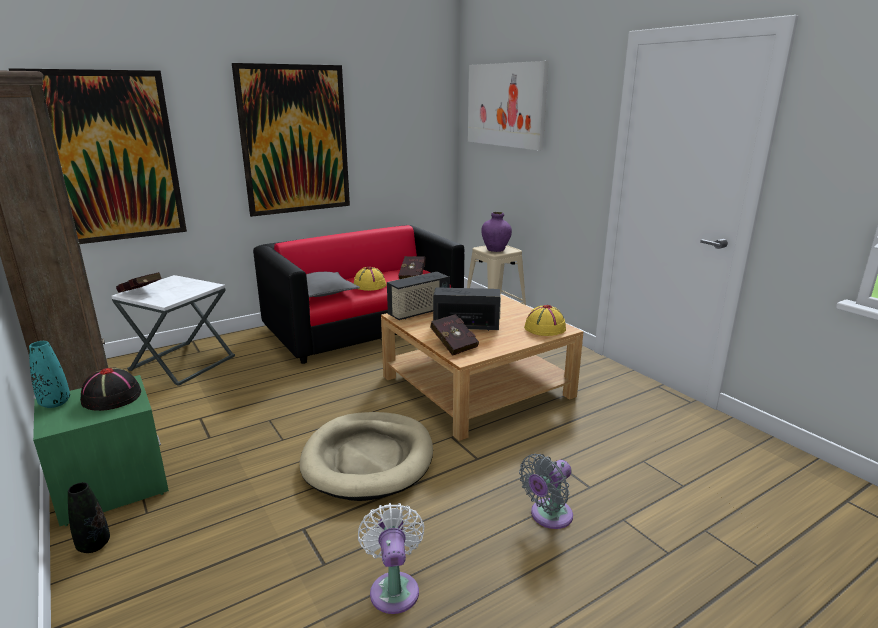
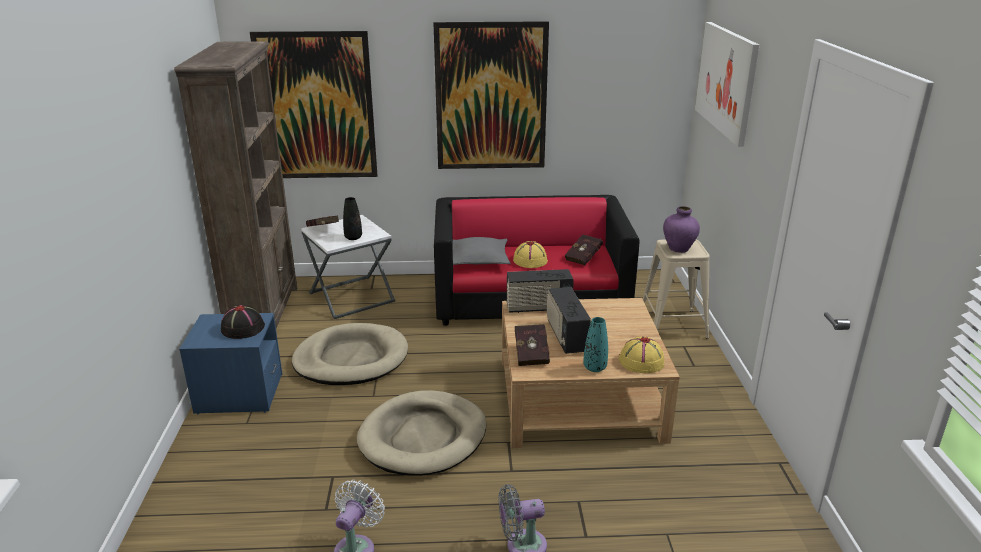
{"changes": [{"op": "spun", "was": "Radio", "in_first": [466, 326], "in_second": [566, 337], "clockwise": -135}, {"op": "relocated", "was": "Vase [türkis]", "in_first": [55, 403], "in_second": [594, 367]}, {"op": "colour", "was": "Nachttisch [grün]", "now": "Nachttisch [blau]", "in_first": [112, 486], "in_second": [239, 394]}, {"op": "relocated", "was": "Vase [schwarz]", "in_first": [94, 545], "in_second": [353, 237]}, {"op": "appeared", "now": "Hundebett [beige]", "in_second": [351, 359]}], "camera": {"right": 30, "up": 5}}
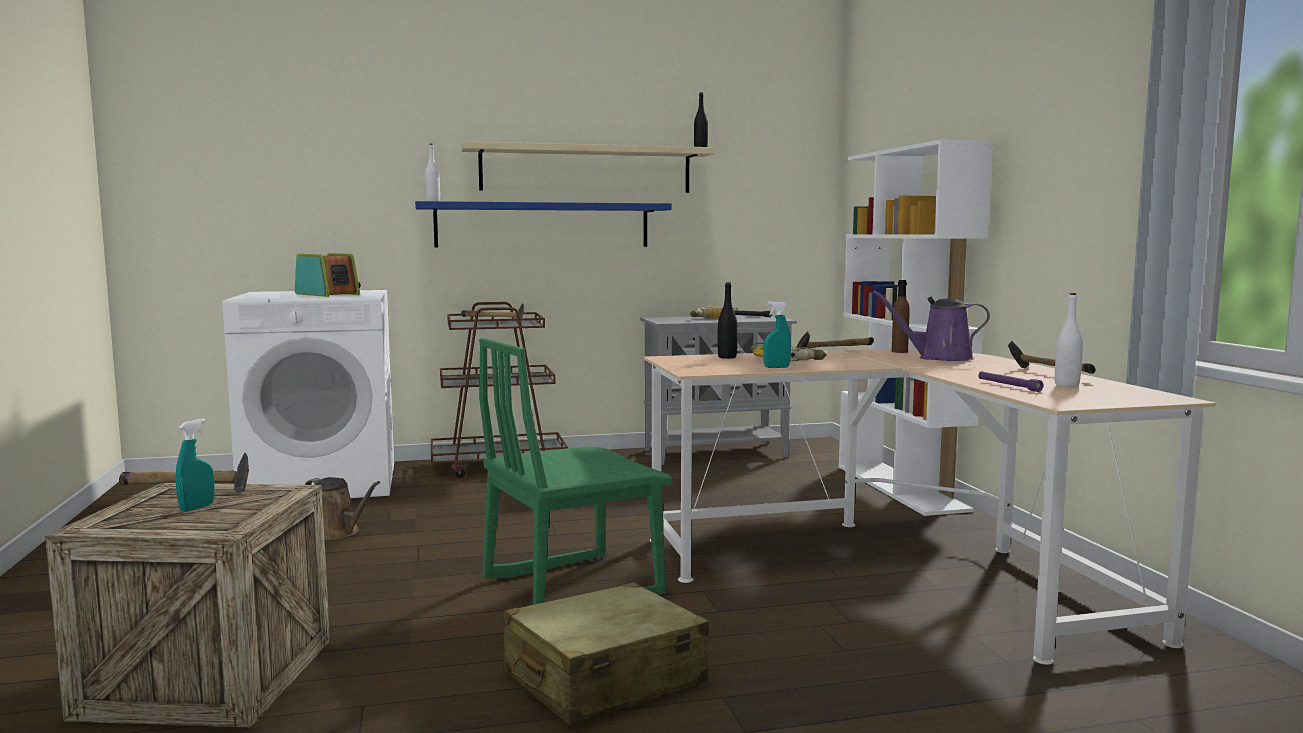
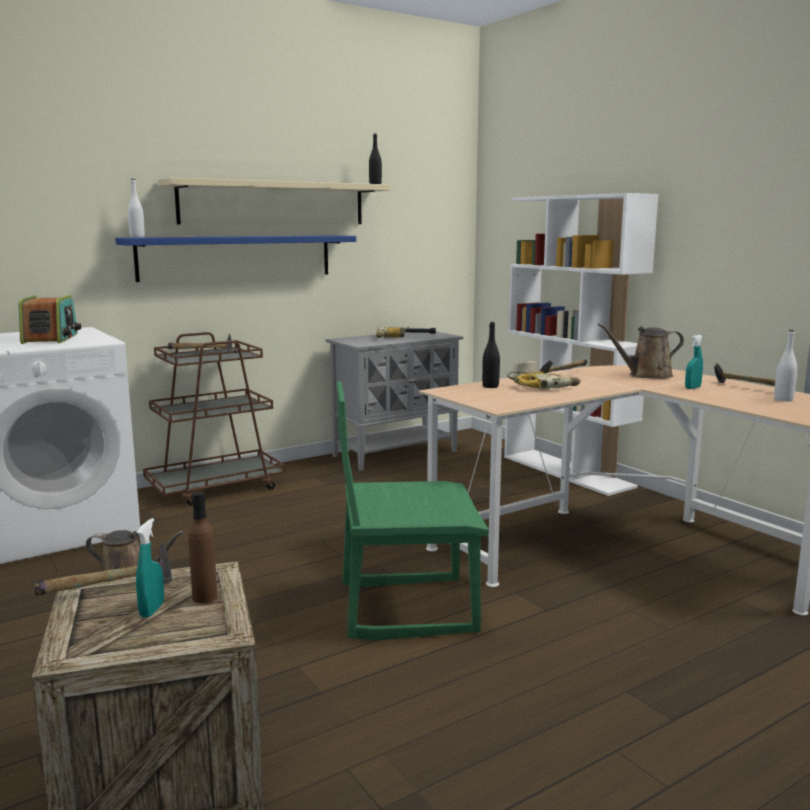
{"changes": [{"op": "spun", "was": "Radio", "in_first": [327, 294], "in_second": [51, 339], "clockwise": 60}, {"op": "relocated", "was": "Flasche [braun]", "in_first": [899, 351], "in_second": [204, 597]}, {"op": "colour", "was": "Gießkanne [lila]", "now": "Gießkanne [braun]", "in_first": [939, 358], "in_second": [646, 375]}, {"op": "relocated", "was": "Sprühflasche [türkis]", "in_first": [776, 367], "in_second": [692, 388]}, {"op": "spun", "was": "Stuhl [grün]", "in_first": [571, 587], "in_second": [407, 607], "clockwise": 45}, {"op": "missing", "was": "Taschenlampe [lila]", "in_first": [1008, 386]}, {"op": "missing", "was": "Koffer [beige]", "in_first": [603, 679]}], "camera": {"right": -20, "up": 5}}
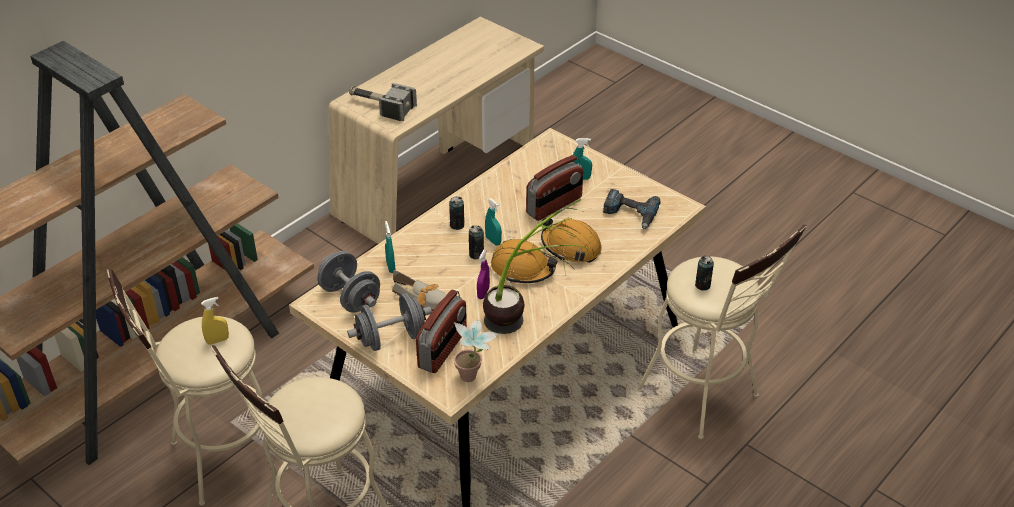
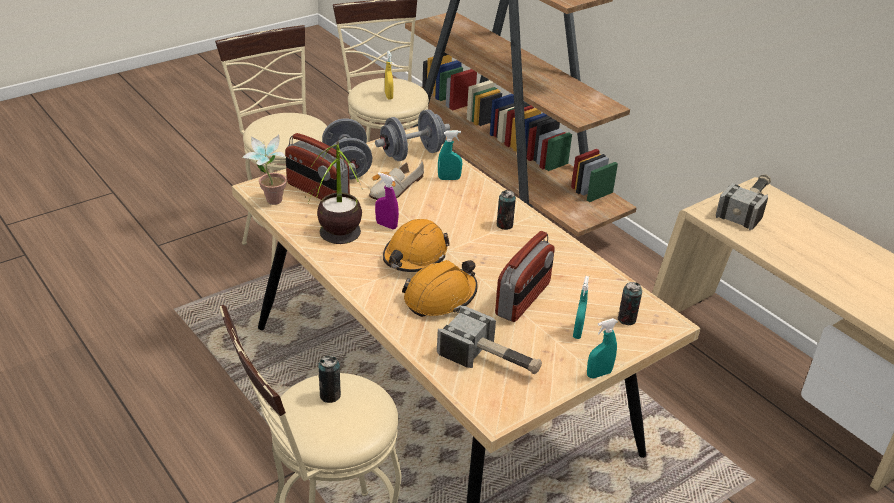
{"changes": [{"op": "spun", "was": "Radio", "in_first": [554, 206], "in_second": [523, 299], "clockwise": -120}, {"op": "exchanged", "was": "Bohrmaschine", "now": "Hammer", "in_first": [630, 214], "in_second": [491, 360]}, {"op": "relocated", "was": "Sprühflasche [türkis]", "in_first": [493, 241], "in_second": [599, 374]}, {"op": "relocated", "was": "Dose", "in_first": [476, 254], "in_second": [626, 319]}], "camera": {"right": 100, "up": -5}}
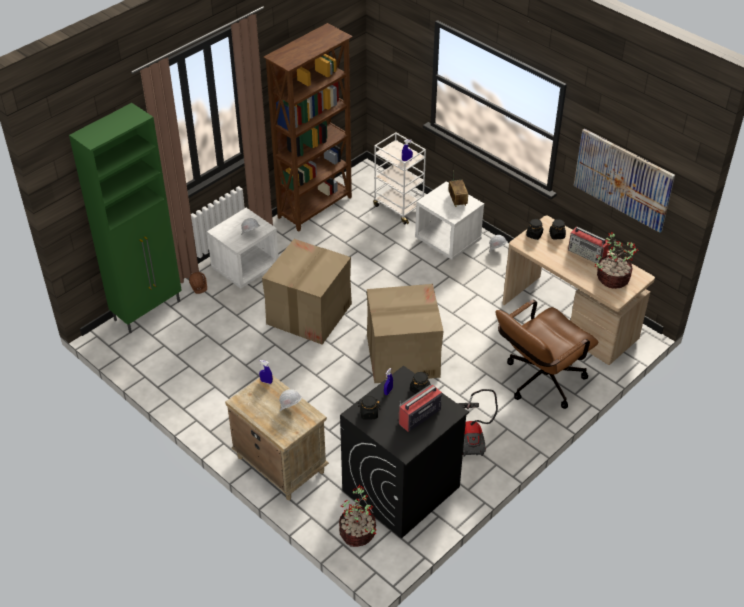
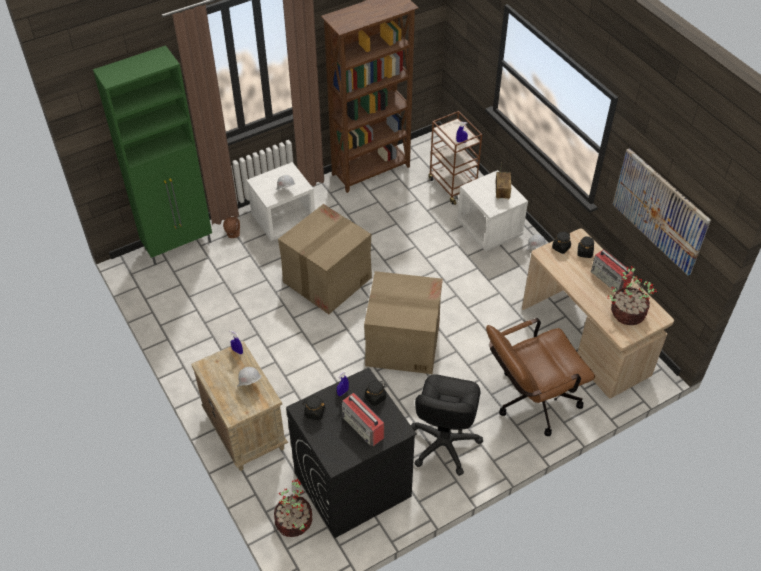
{"changes": [{"op": "colour", "was": "Rollwagen [weiß]", "now": "Rollwagen [braun]", "in_first": [399, 207], "in_second": [452, 185]}, {"op": "spun", "was": "Radio", "in_first": [419, 416], "in_second": [363, 427], "clockwise": -105}, {"op": "exchanged", "was": "Staubsauger", "now": "Bürostuhl [schwarz]", "in_first": [473, 435], "in_second": [444, 444]}], "camera": {"right": 15, "up": 5}}
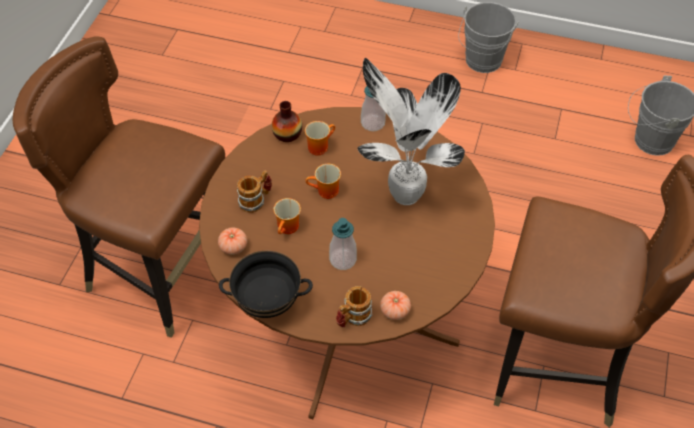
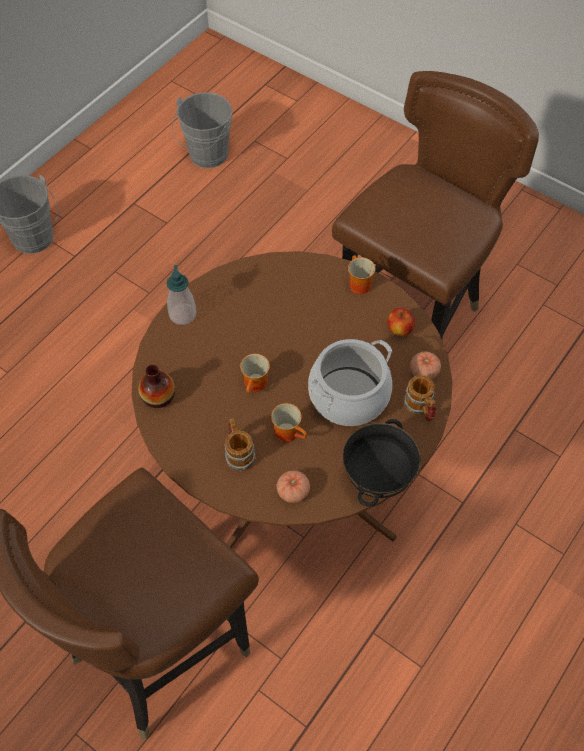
{"changes": [{"op": "missing", "was": "Topfpflanze", "in_first": [403, 194]}, {"op": "relocated", "was": "Henkelbecher", "in_first": [319, 146], "in_second": [357, 284]}, {"op": "exchanged", "was": "Seifenspender", "now": "Kochtopf", "in_first": [343, 259], "in_second": [348, 396]}, {"op": "appeared", "now": "Apfel", "in_second": [399, 330]}], "camera": {"right": -70, "up": 5}}
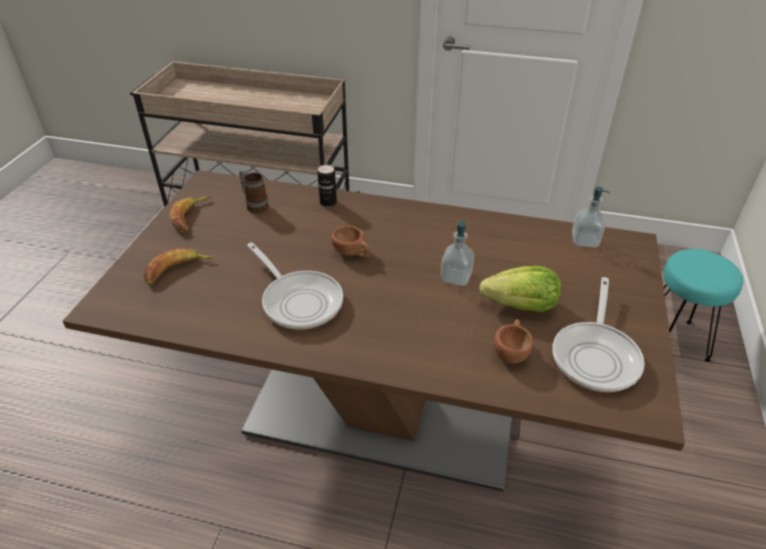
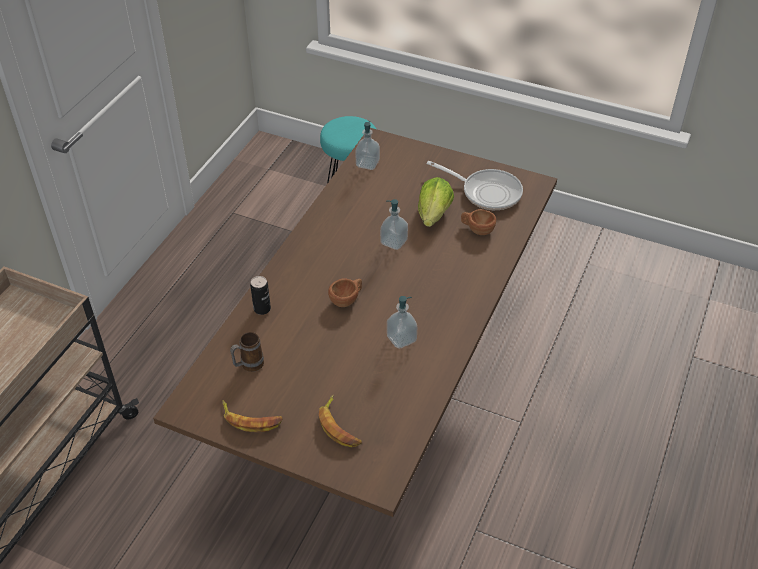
{"changes": [{"op": "exchanged", "was": "Pfanne", "now": "Seifenspender", "in_first": [299, 300], "in_second": [401, 339]}], "camera": {"right": -80, "up": 5}}
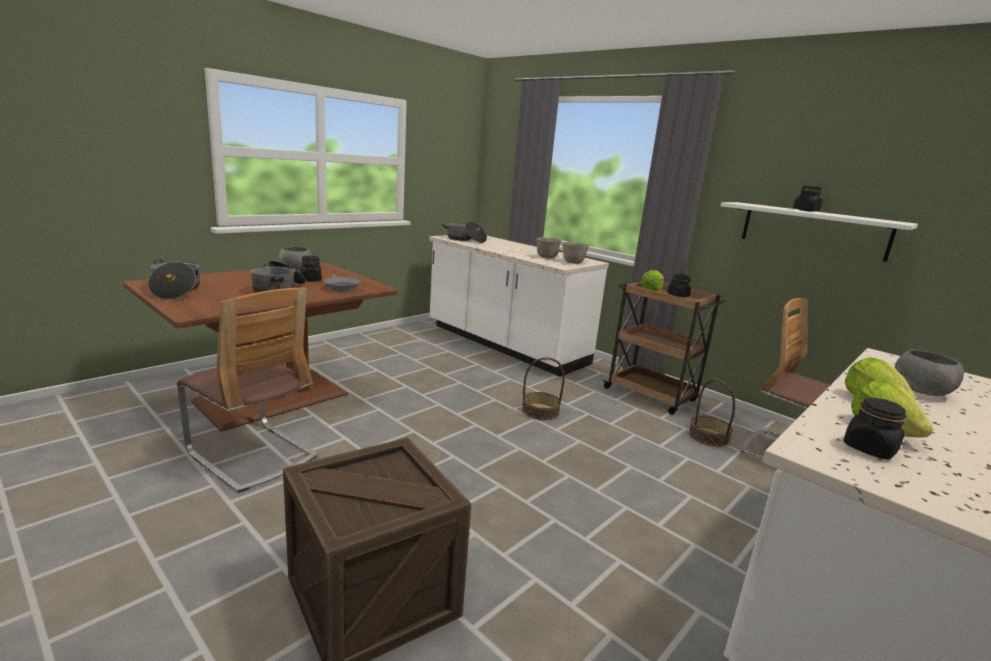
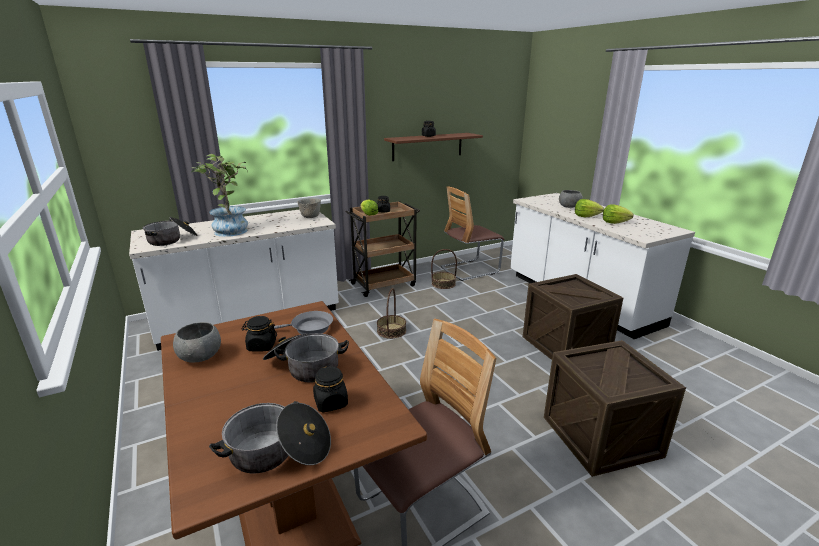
{"changes": [{"op": "colour", "was": "Wandregal [weiß]", "now": "Wandregal [braun]", "in_first": [813, 230], "in_second": [427, 146]}, {"op": "missing", "was": "Schüssel [grau]", "in_first": [547, 257]}, {"op": "relocated", "was": "Vorratsglas [schwarz]", "in_first": [869, 449], "in_second": [331, 403]}, {"op": "appeared", "now": "Topfpflanze", "in_second": [230, 230]}, {"op": "appeared", "now": "Kiste", "in_second": [565, 345]}], "camera": {"right": -70, "up": 5}}
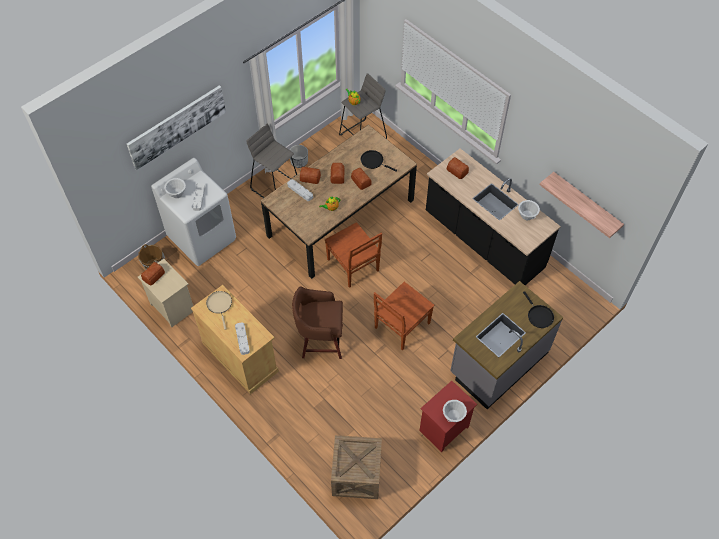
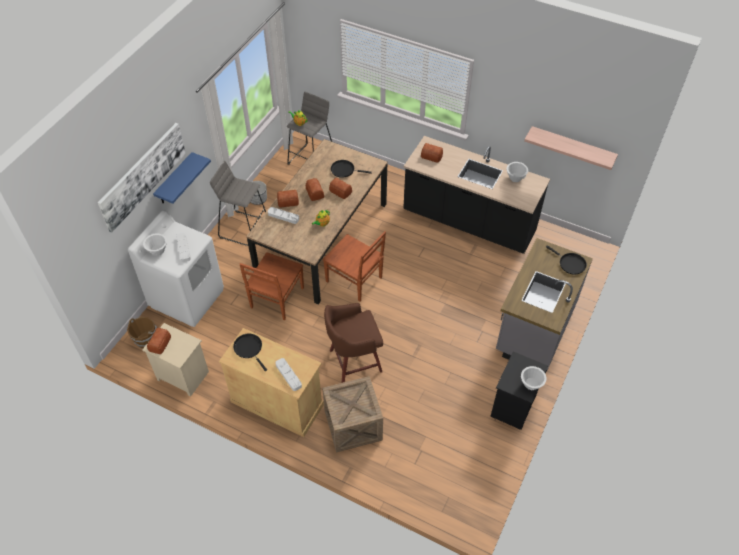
{"changes": [{"op": "relocated", "was": "Stuhl [braun]", "in_first": [401, 326], "in_second": [276, 299]}, {"op": "colour", "was": "Pfanne [beige]", "now": "Pfanne [schwarz]", "in_first": [220, 305], "in_second": [249, 349]}, {"op": "colour", "was": "Nachttisch [rot]", "now": "Nachttisch [schwarz]", "in_first": [444, 429], "in_second": [513, 407]}, {"op": "relocated", "was": "Kiste", "in_first": [356, 475], "in_second": [353, 425]}, {"op": "appeared", "now": "Wandregal [blau]", "in_second": [174, 179]}], "camera": {"right": -20, "up": -5}}
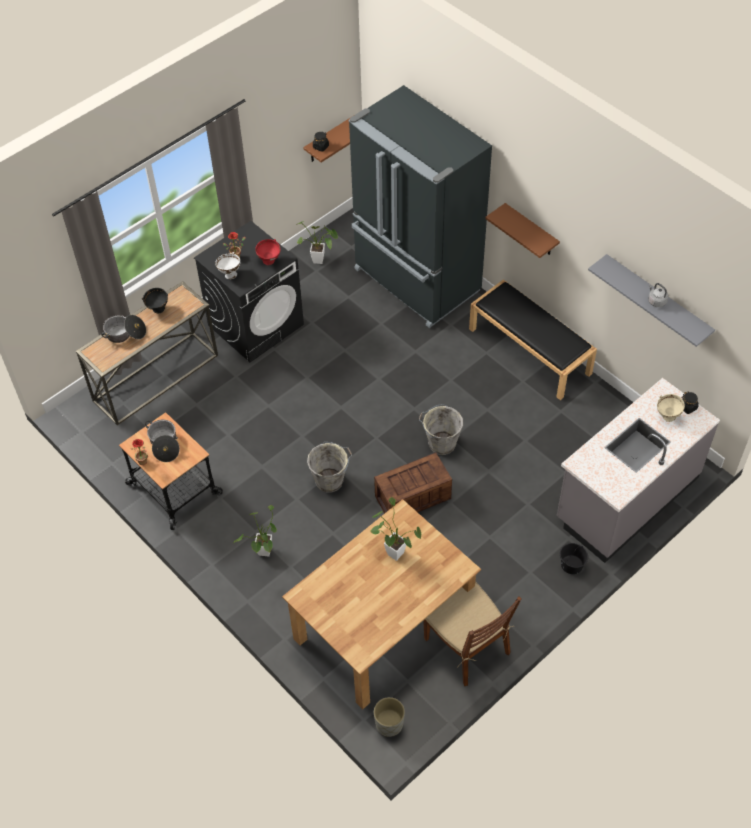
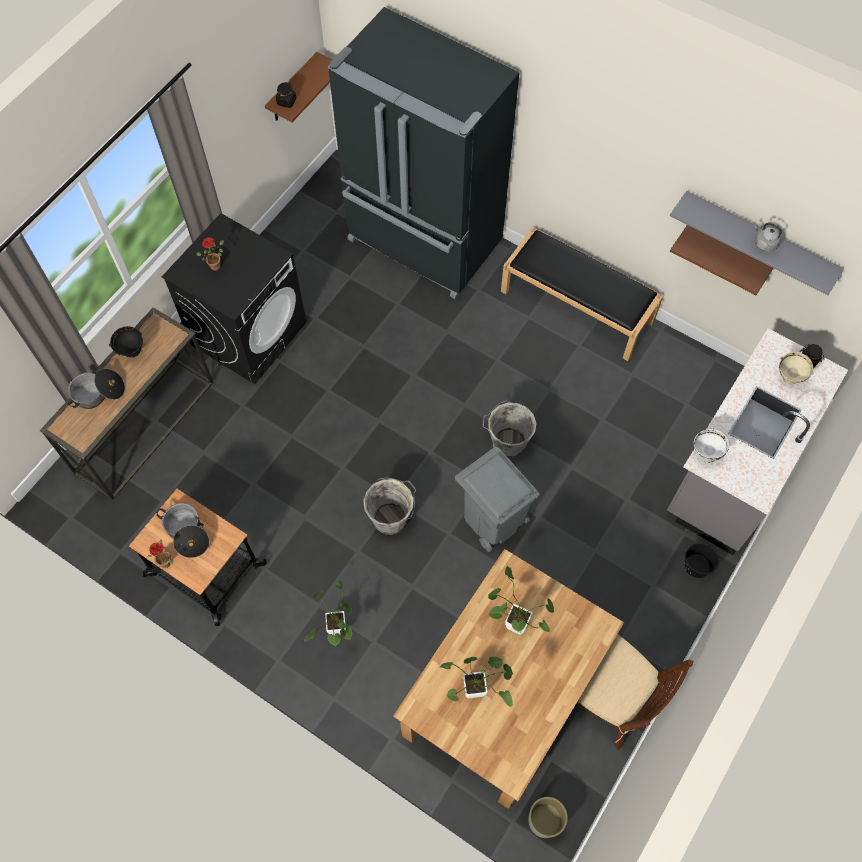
{"changes": [{"op": "relocated", "was": "Wandregal [braun]", "in_first": [531, 231], "in_second": [725, 255]}, {"op": "relocated", "was": "Topfpflanze", "in_first": [321, 260], "in_second": [479, 690]}, {"op": "missing", "was": "Schüssel [rot]", "in_first": [269, 261]}, {"op": "relocated", "was": "Schüssel [weiß]", "in_first": [229, 275], "in_second": [705, 455]}, {"op": "exchanged", "was": "Kiste", "now": "Mülleimer [grau]", "in_first": [412, 498], "in_second": [492, 520]}], "camera": {"right": -15, "up": 10}}
